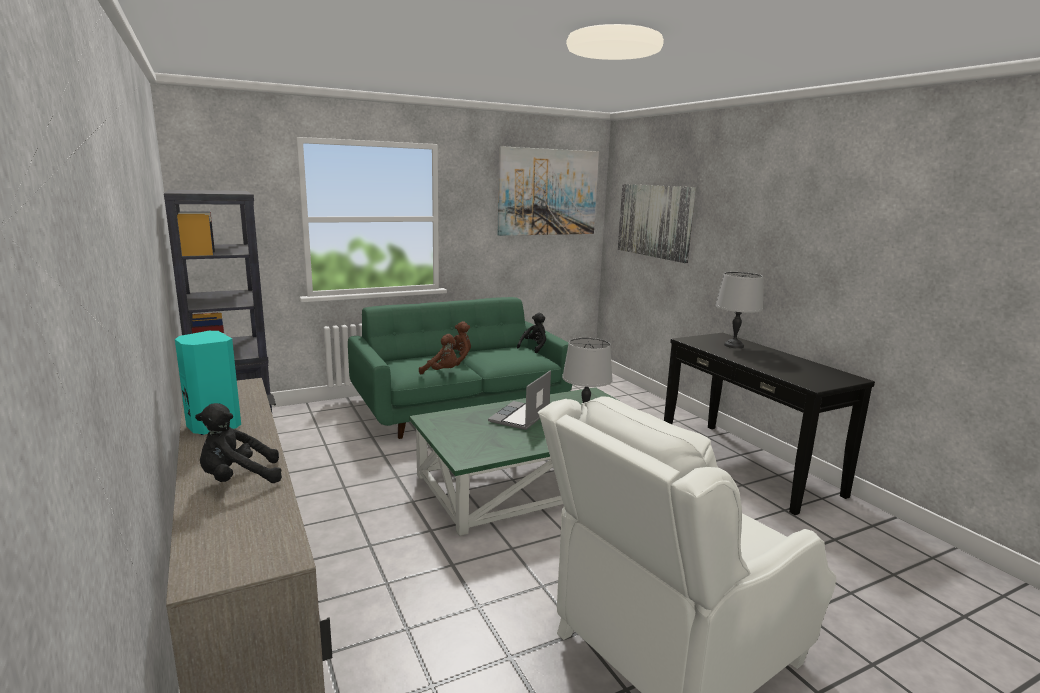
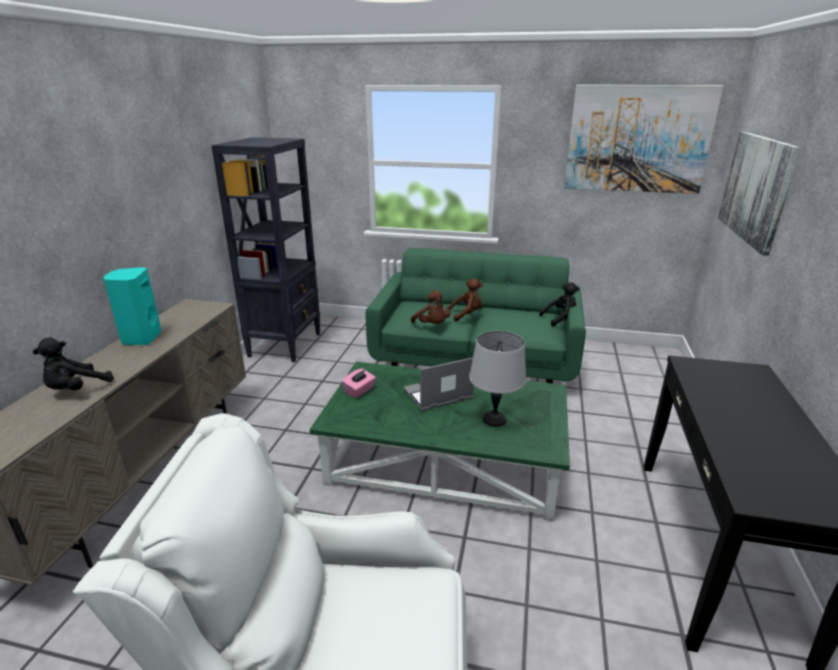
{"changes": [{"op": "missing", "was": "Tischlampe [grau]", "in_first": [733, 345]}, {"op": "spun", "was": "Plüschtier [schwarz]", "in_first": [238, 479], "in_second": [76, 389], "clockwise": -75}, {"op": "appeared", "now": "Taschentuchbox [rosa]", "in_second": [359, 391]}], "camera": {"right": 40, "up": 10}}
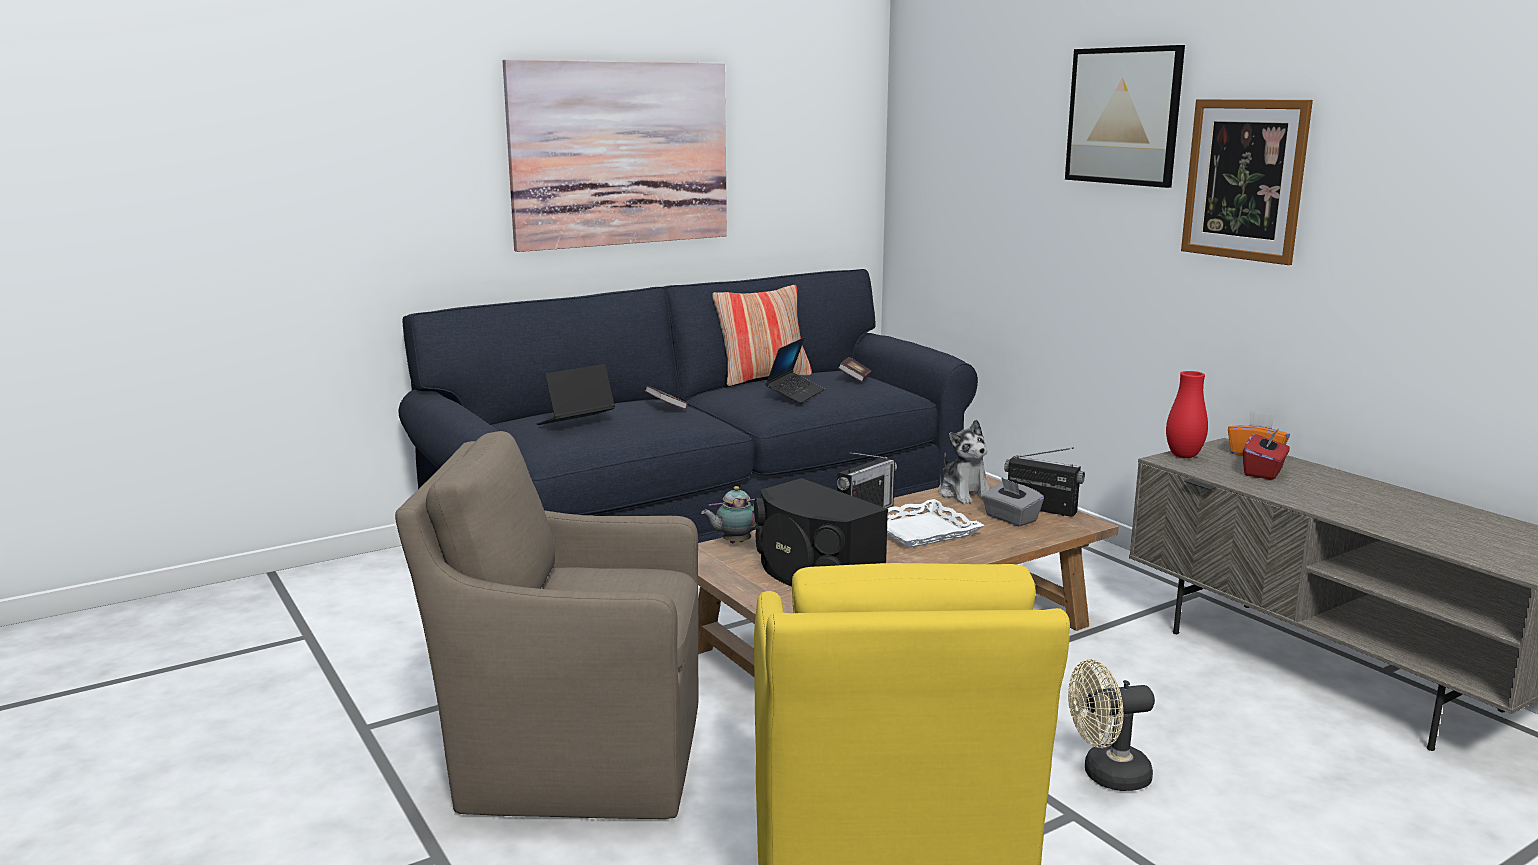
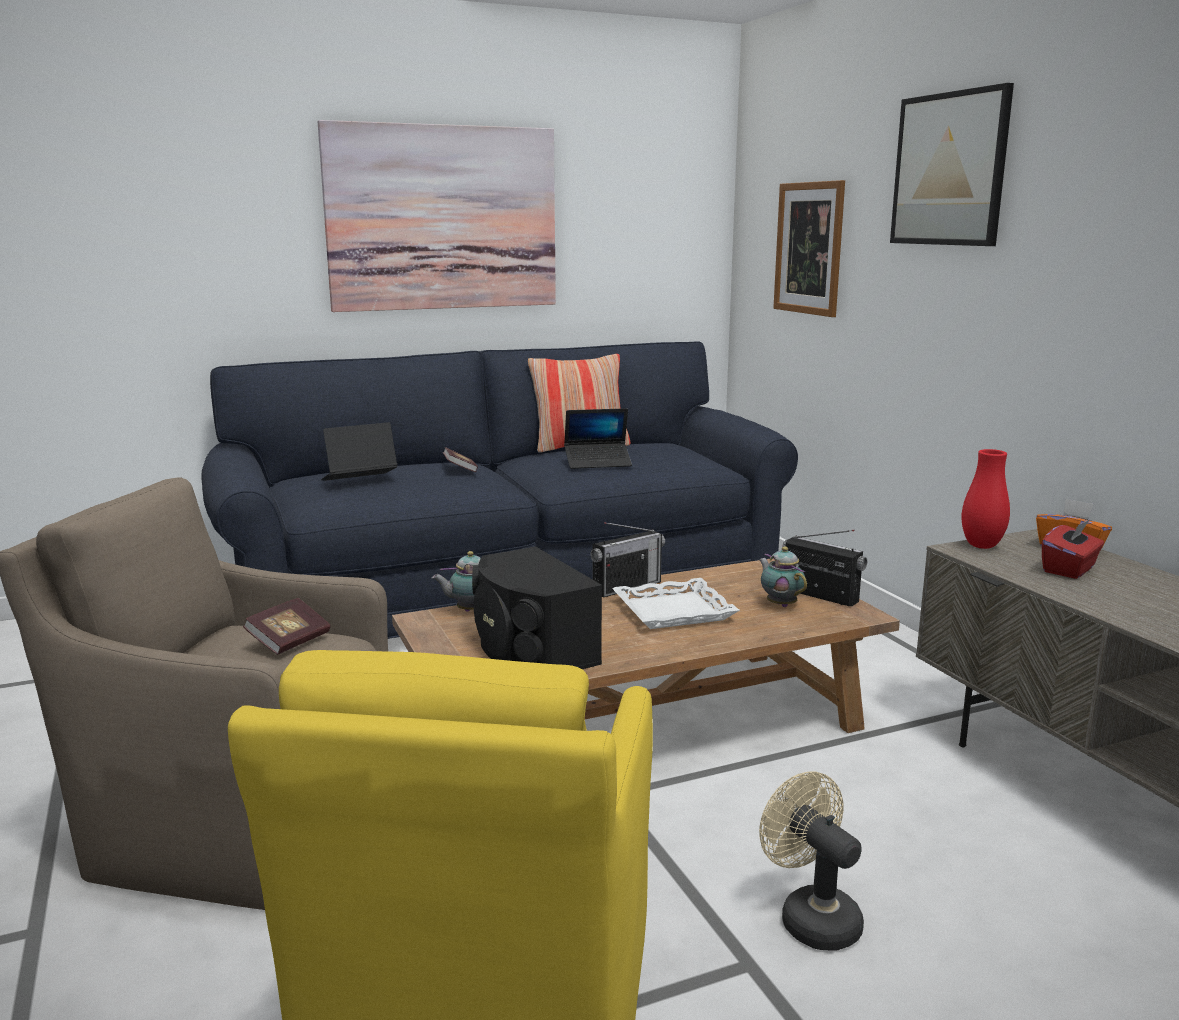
{"changes": [{"op": "relocated", "was": "Bild", "in_first": [1244, 180], "in_second": [809, 248]}, {"op": "spun", "was": "Laptop", "in_first": [795, 394], "in_second": [598, 463], "clockwise": 45}, {"op": "relocated", "was": "Buch", "in_first": [855, 379], "in_second": [289, 642]}, {"op": "missing", "was": "Plüschtier", "in_first": [964, 494]}, {"op": "exchanged", "was": "Taschentuchbox [grau]", "now": "Teekanne", "in_first": [1010, 519], "in_second": [780, 604]}, {"op": "spun", "was": "Ventilator [beige]", "in_first": [1106, 776], "in_second": [811, 917], "clockwise": 60}], "camera": {"right": 10, "up": 0}}
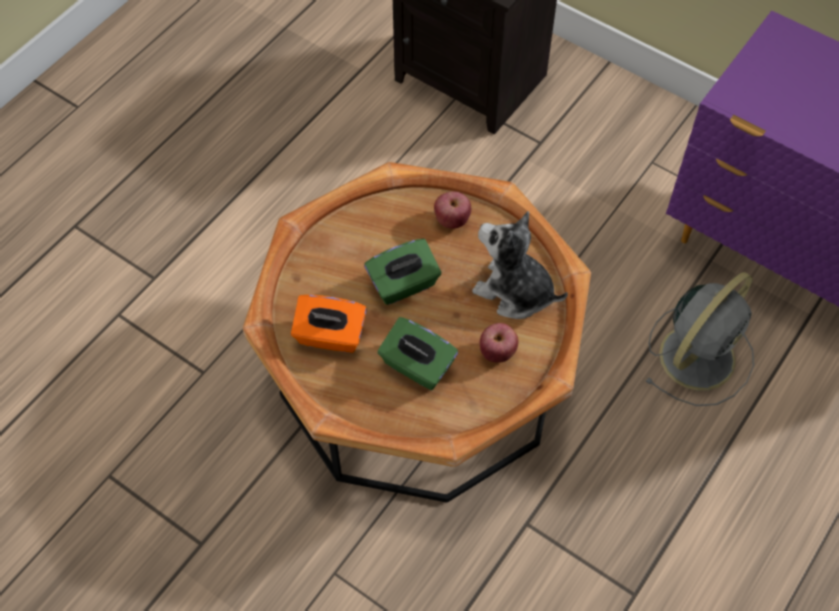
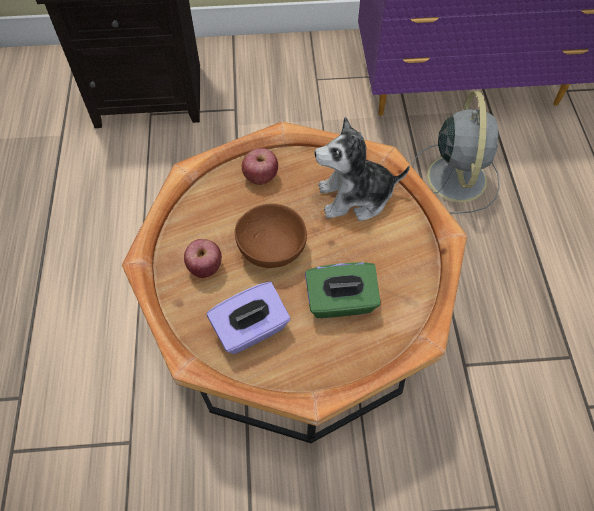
{"changes": [{"op": "exchanged", "was": "Taschentuchbox [grün]", "now": "Schüssel [braun]", "in_first": [403, 284], "in_second": [270, 248]}, {"op": "colour", "was": "Taschentuchbox [orange]", "now": "Taschentuchbox [lila]", "in_first": [330, 336], "in_second": [251, 329]}, {"op": "relocated", "was": "Apfel", "in_first": [497, 352], "in_second": [205, 267]}], "camera": {"right": -40, "up": 0}}
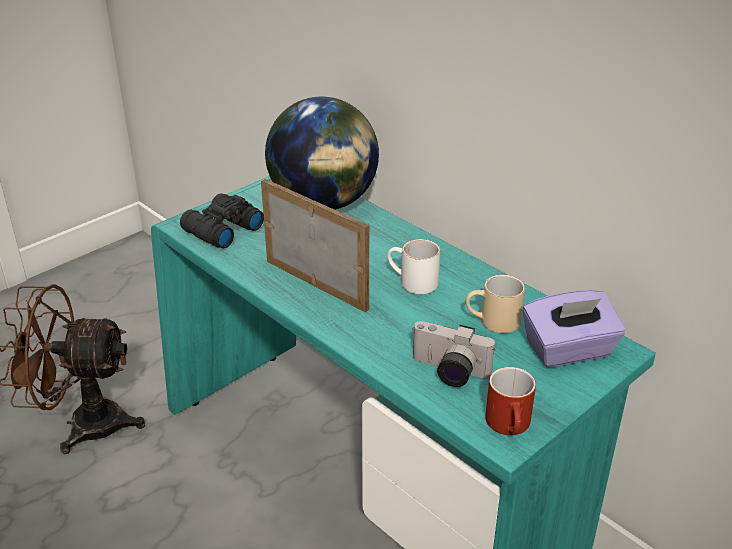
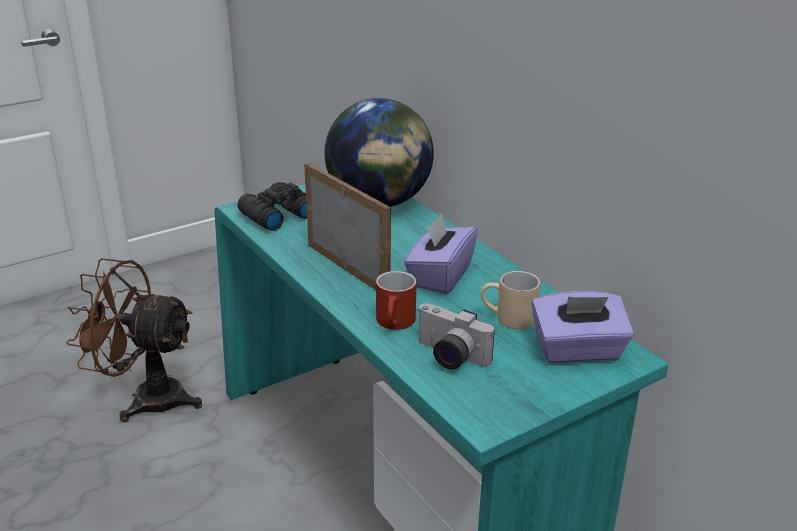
{"changes": [{"op": "exchanged", "was": "Henkelbecher [weiß]", "now": "Taschentuchbox [lila]", "in_first": [411, 282], "in_second": [440, 276]}, {"op": "relocated", "was": "Henkelbecher [rot]", "in_first": [511, 426], "in_second": [396, 323]}], "camera": {"right": 10, "up": -5}}
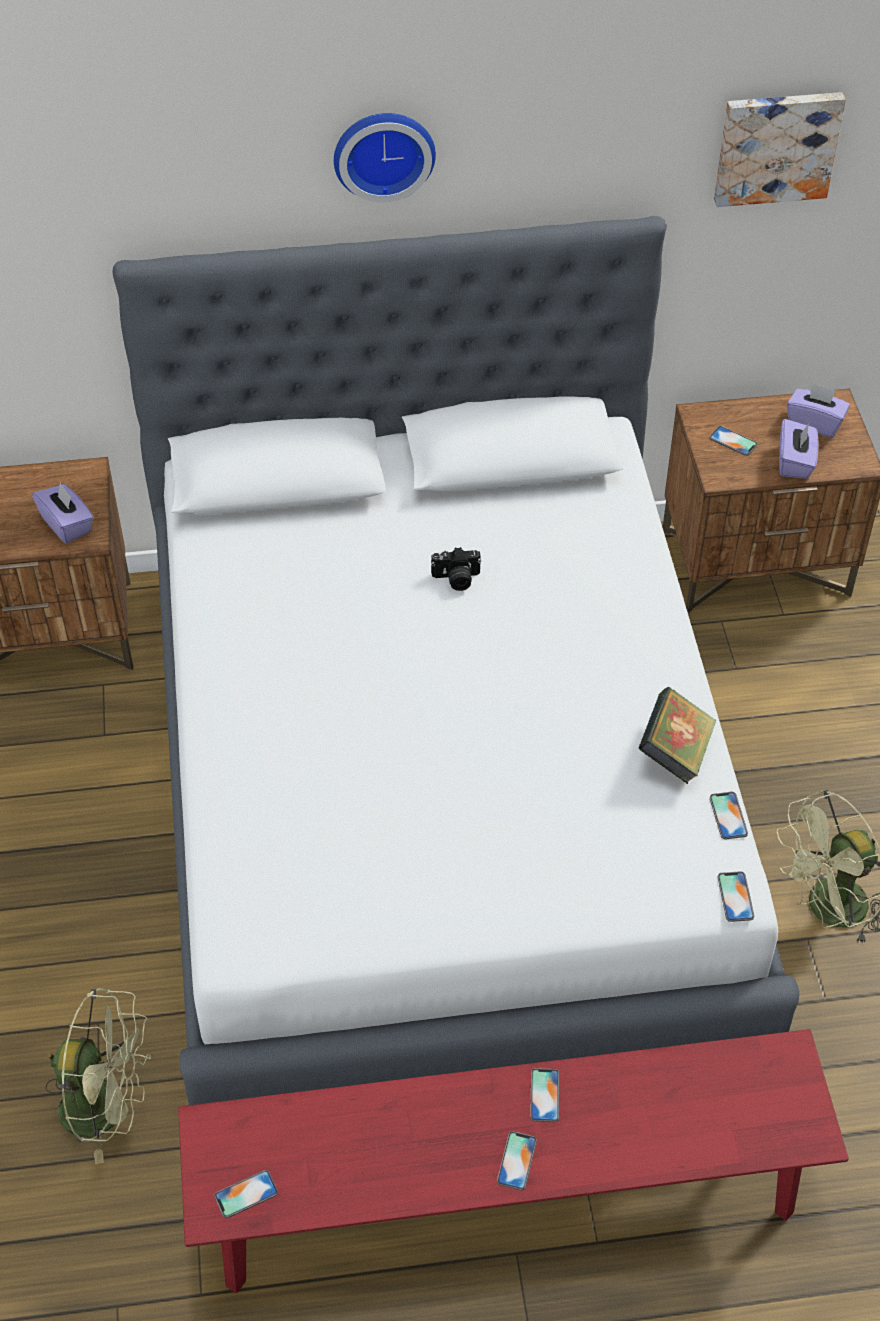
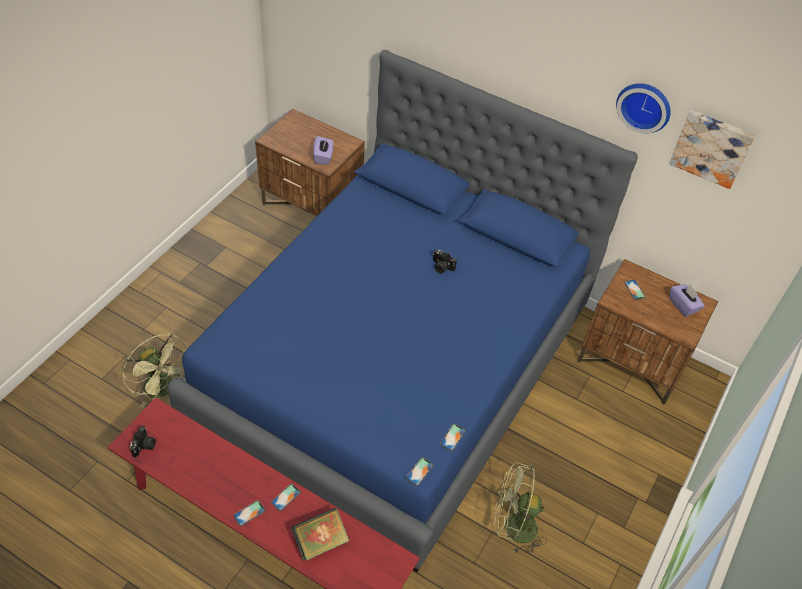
{"changes": [{"op": "relocated", "was": "Wanduhr", "in_first": [383, 152], "in_second": [644, 105]}, {"op": "colour", "was": "Bett [weiß]", "now": "Bett [blau]", "in_first": [440, 801], "in_second": [395, 366]}, {"op": "missing", "was": "Taschentuchbox [lila]", "in_first": [795, 462]}, {"op": "relocated", "was": "Buch", "in_first": [675, 752], "in_second": [320, 541]}, {"op": "exchanged", "was": "Handy", "now": "Kamera", "in_first": [246, 1194], "in_second": [144, 446]}], "camera": {"right": 35, "up": 0}}
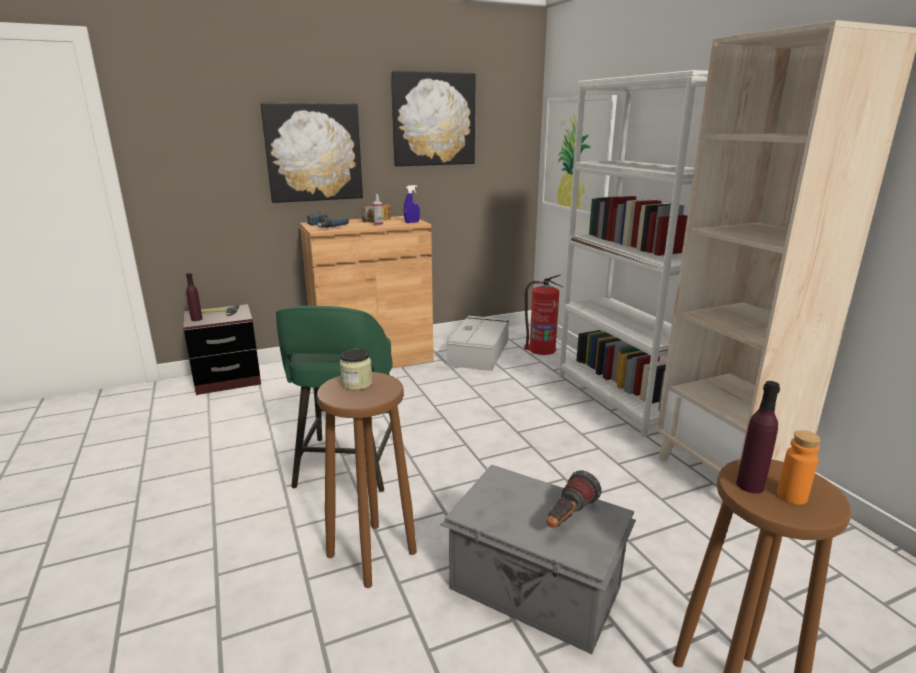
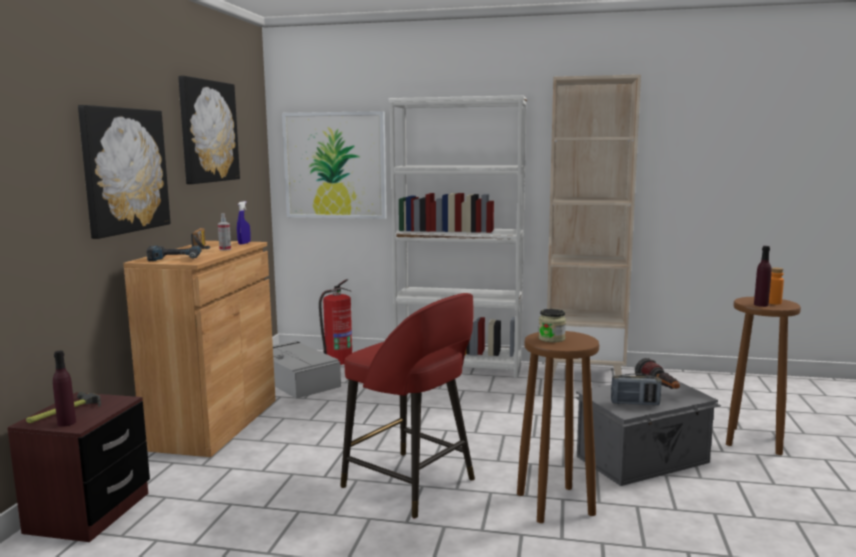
{"changes": [{"op": "colour", "was": "Hocker [grün]", "now": "Hocker [rot]", "in_first": [347, 466], "in_second": [411, 484]}, {"op": "appeared", "now": "Radio", "in_second": [635, 403]}], "camera": {"right": -55, "up": -10}}
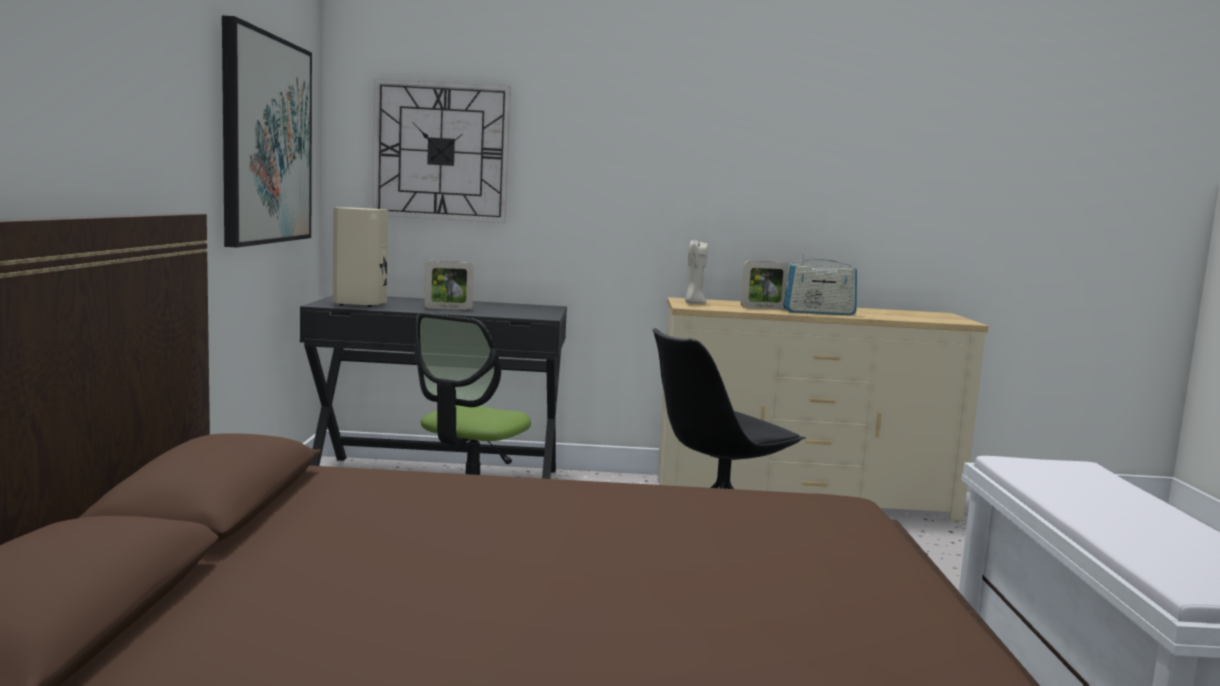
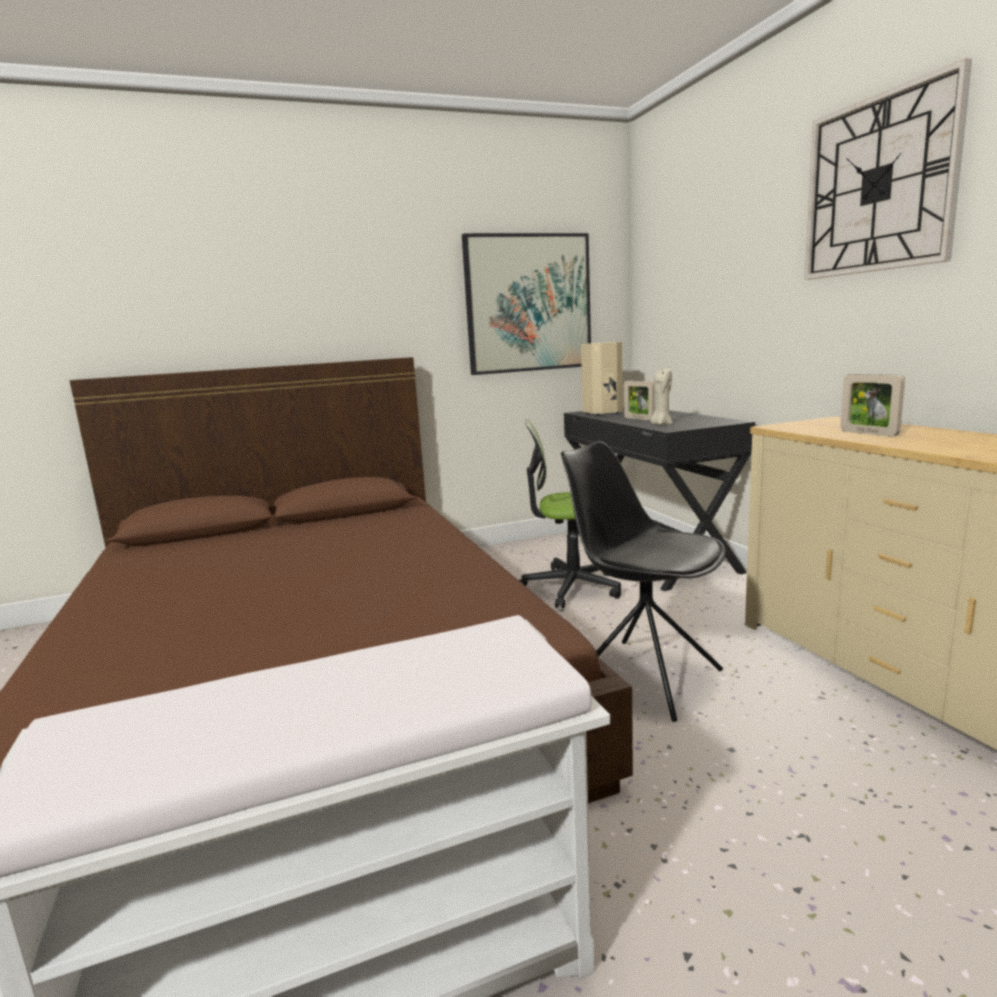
{"changes": [{"op": "relocated", "was": "Wanduhr", "in_first": [441, 151], "in_second": [878, 185]}, {"op": "relocated", "was": "Kerze [beige]", "in_first": [693, 303], "in_second": [661, 424]}, {"op": "missing", "was": "Radio", "in_first": [819, 313]}], "camera": {"right": 70, "up": 5}}
